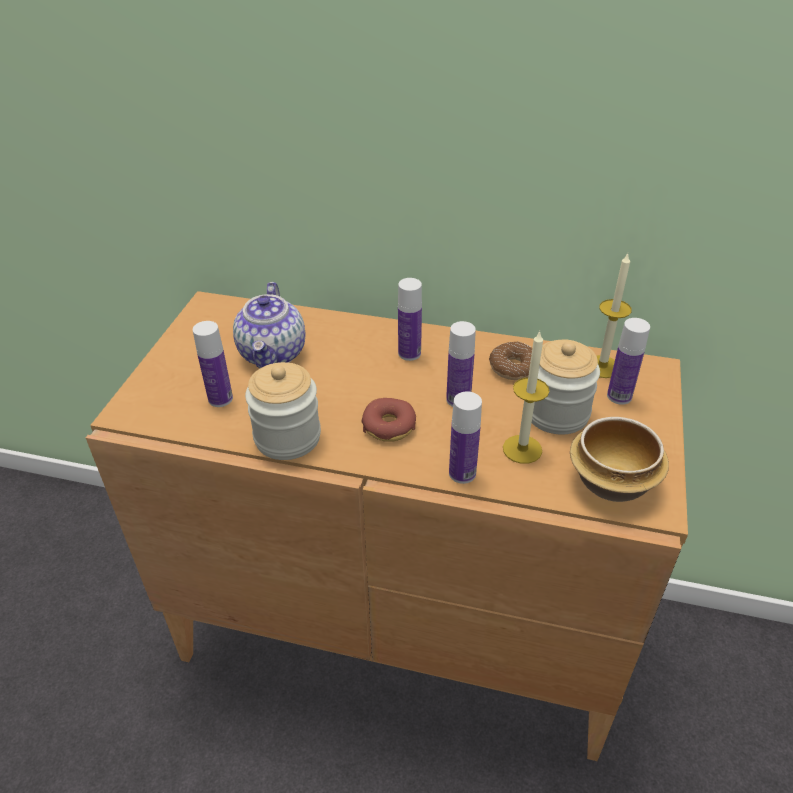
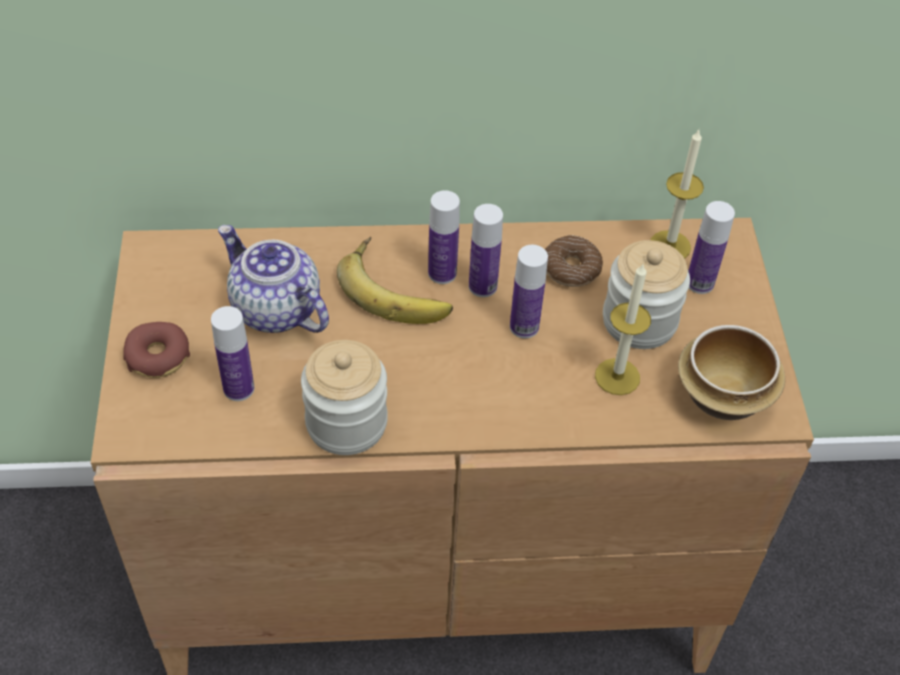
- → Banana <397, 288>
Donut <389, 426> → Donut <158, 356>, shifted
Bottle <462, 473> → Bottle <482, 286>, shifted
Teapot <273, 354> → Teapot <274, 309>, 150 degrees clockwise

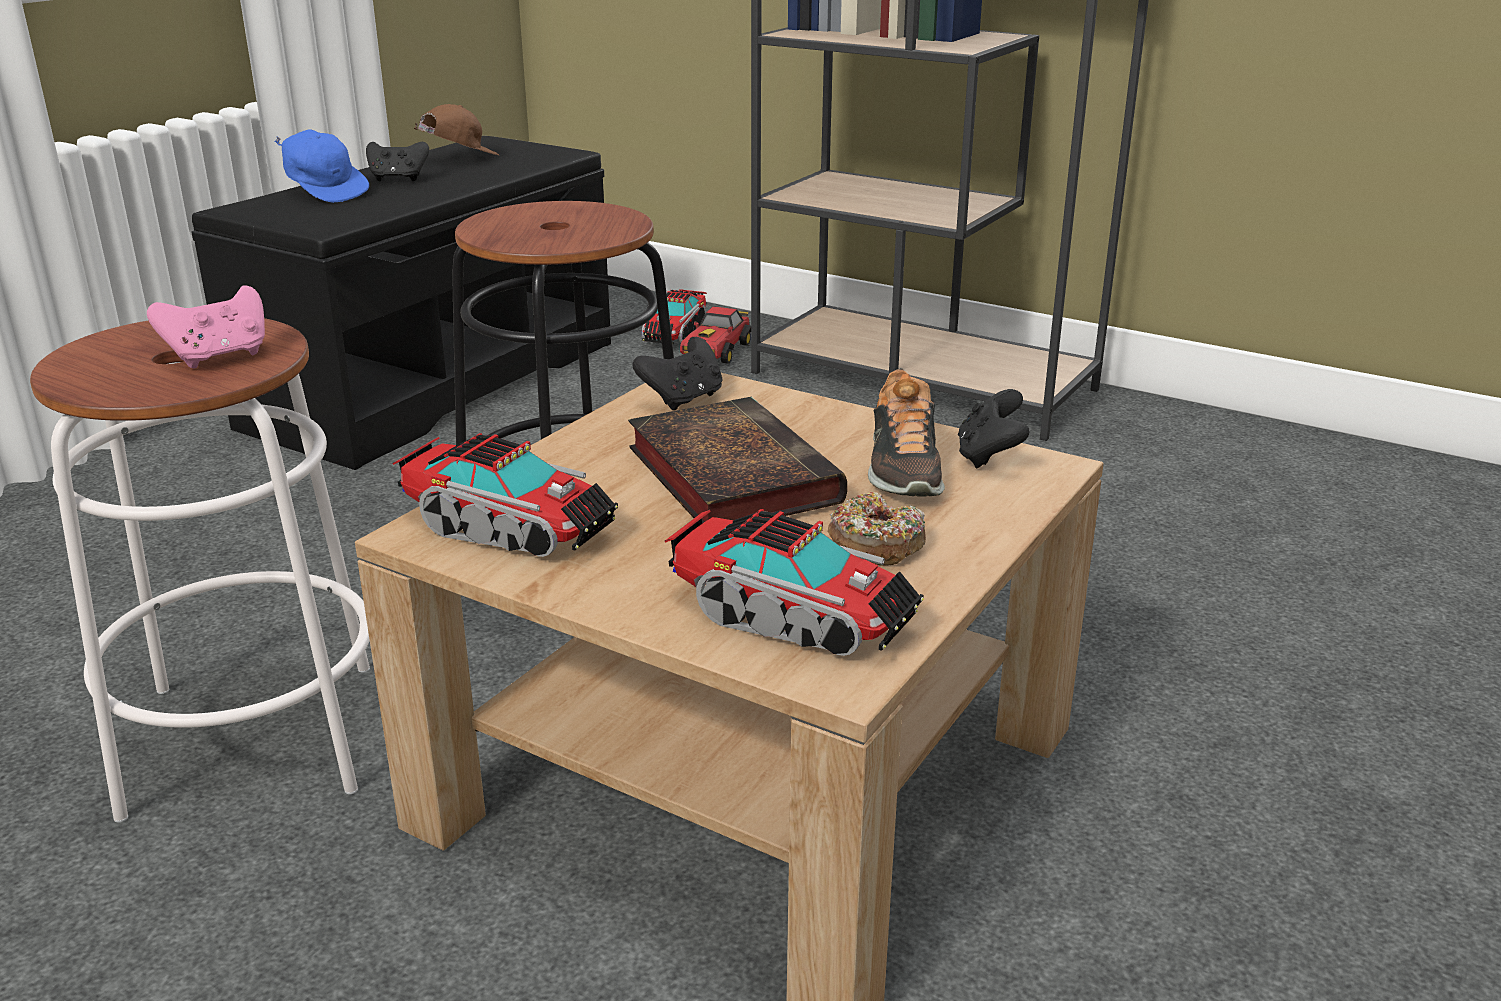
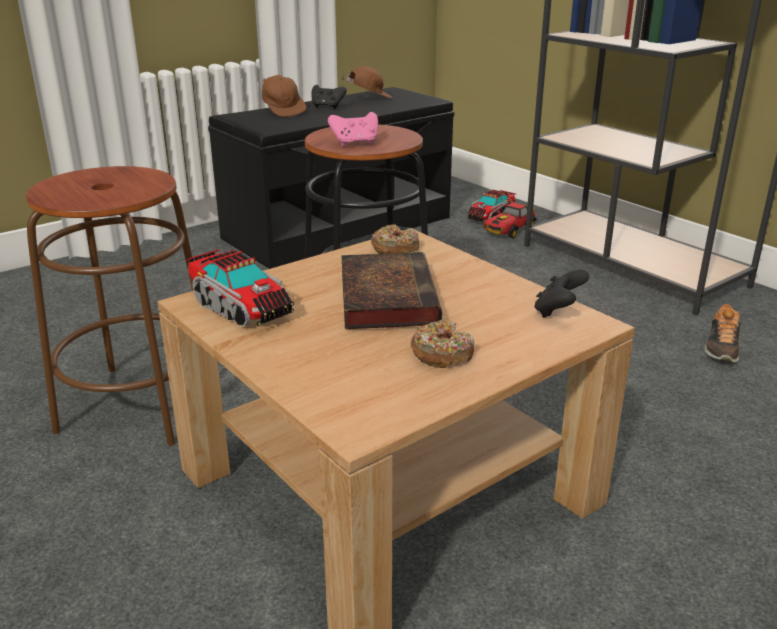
ToyTruck <790, 616> → -
PinkGameController <219, 357> → PinkGameController <355, 143>, shifted
Shoe <902, 469> → Shoe <721, 348>, shifted
BlackGameController <683, 399> → Donut <395, 249>
WhiteStool <252, 737> → BrownStool <139, 404>
BlueCap <325, 192> → BrownCap <283, 111>

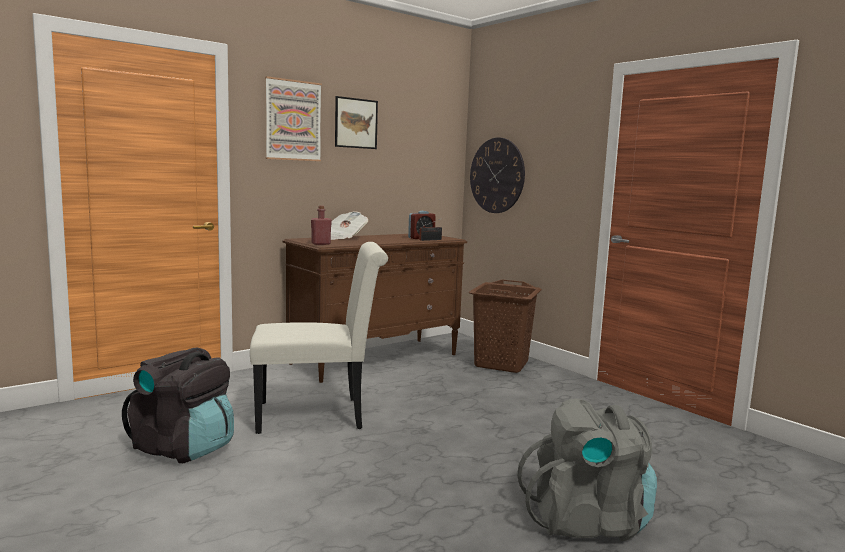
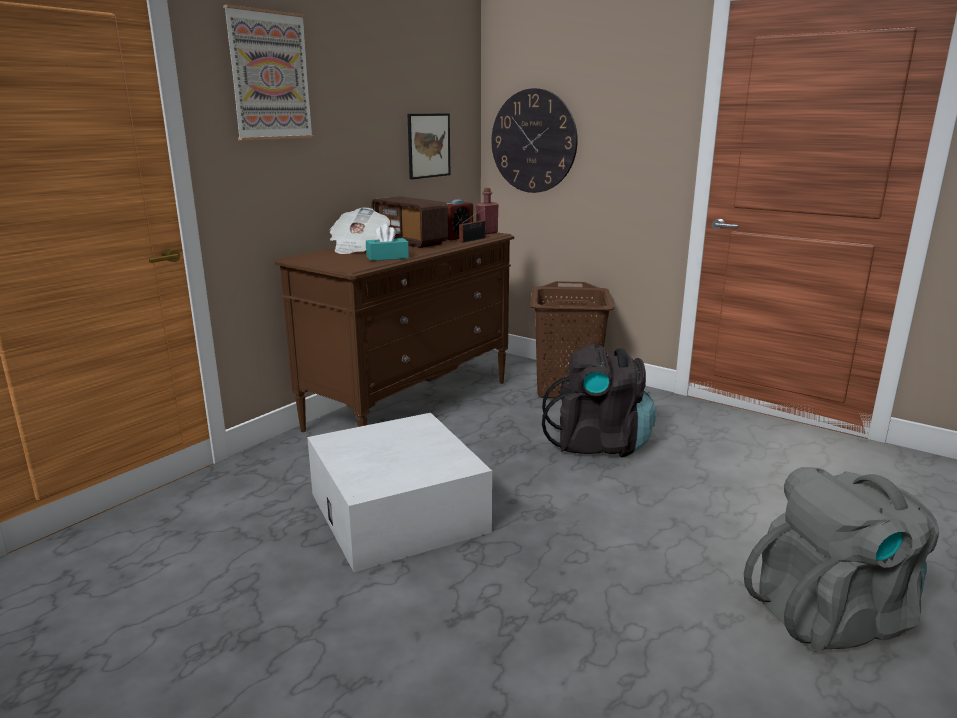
- → TurquoiseTissueBox <387, 257>
- → Radio <410, 242>
BlackBackpack <184, 448> → BlackBackpack <598, 444>, shifted
RedBottle <321, 244> → RedBottle <487, 233>, shifted
Picture <356, 123> → Picture <428, 145>, shifted
WhiteChair <318, 415> → WhiteStorageBox <398, 512>

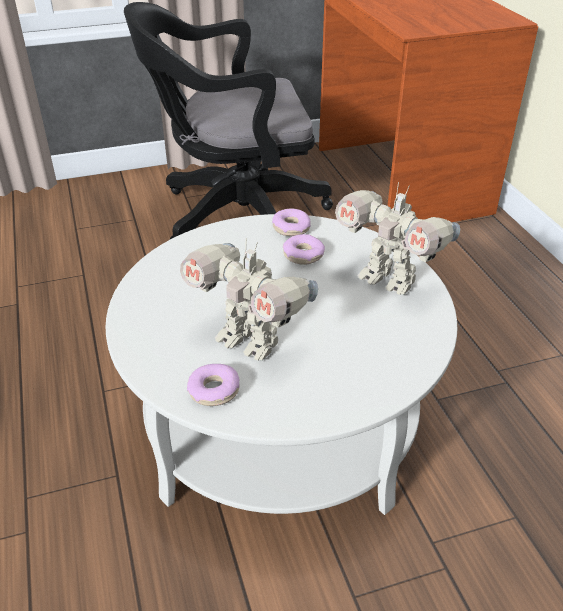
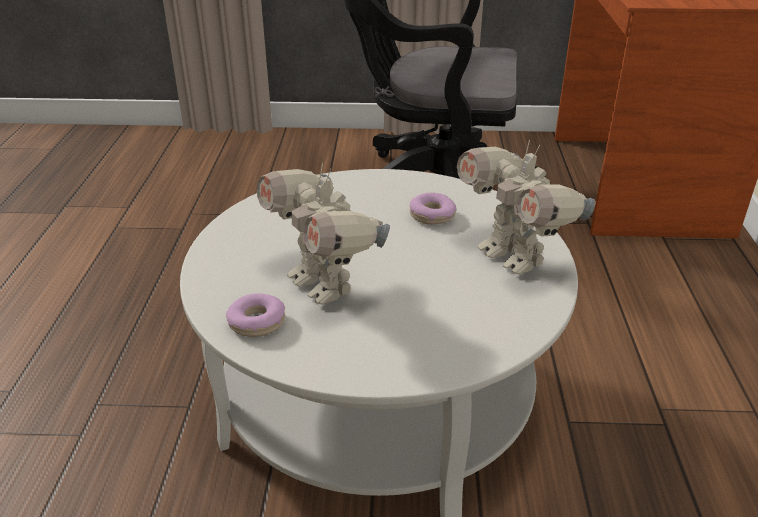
Donut <291, 228> → -

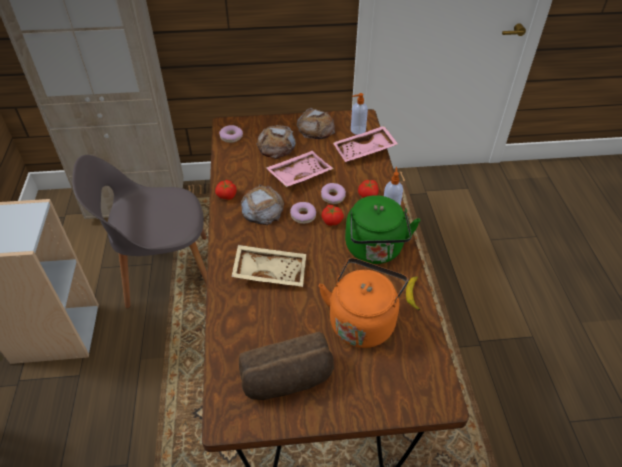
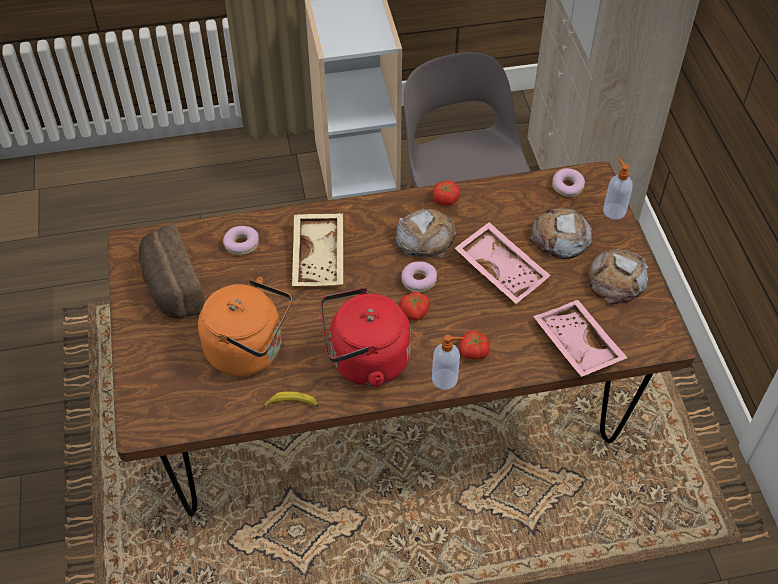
Donut <333, 197> → Donut <241, 244>, shifted
SoapDispenser <357, 130> → SoapDispenser <613, 210>, shifted
GreenKettle <375, 250> → RedKettle <364, 361>

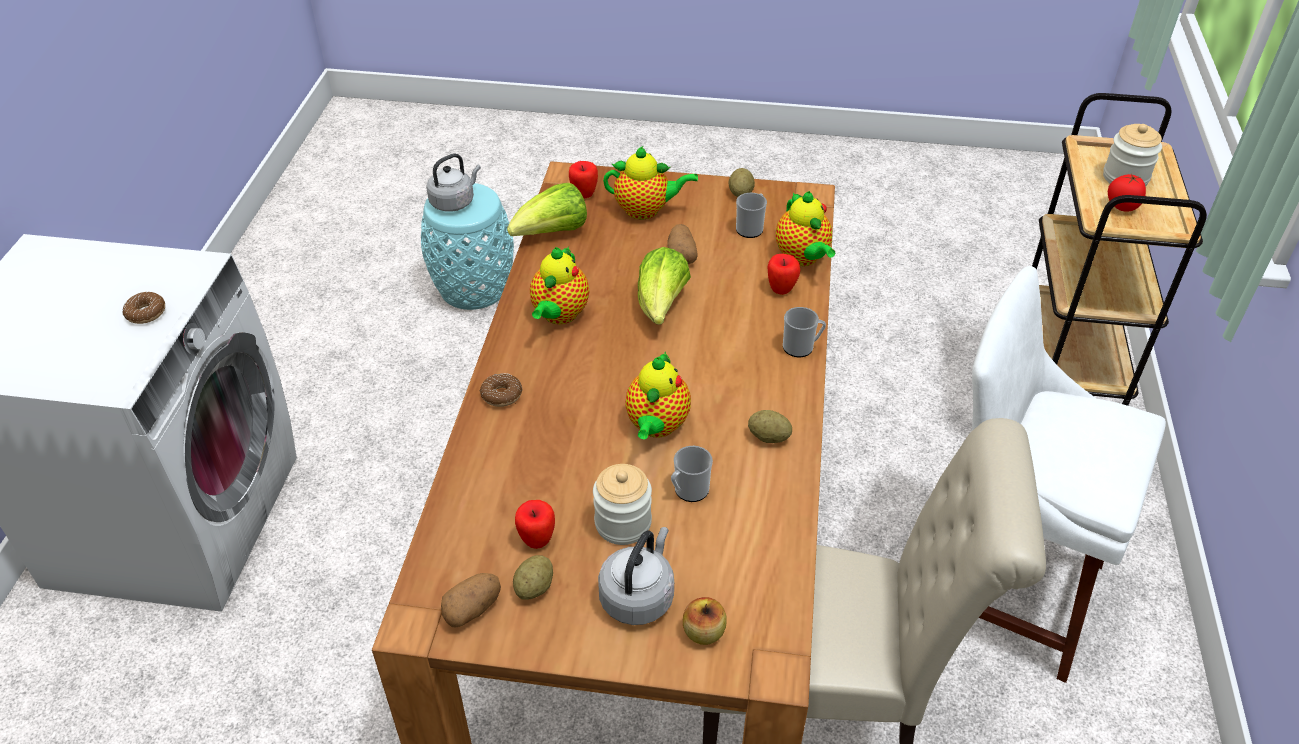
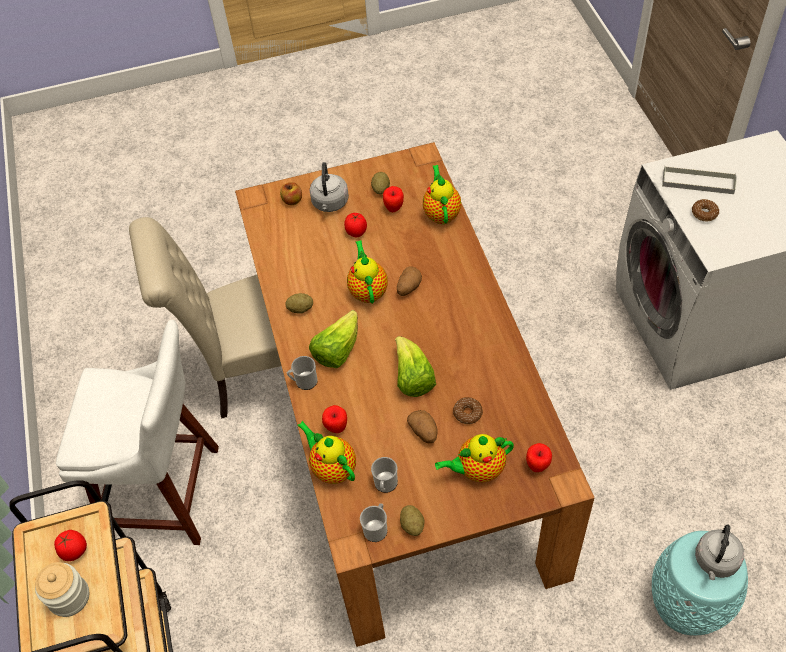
- → GreyTray <698, 182>
Potato <473, 609> → Potato <408, 287>, shifted
Donut <501, 395> → Donut <467, 413>, shifted
Lettuce <552, 233> → Lettuce <337, 350>, shifted
Teapot <559, 315> → Teapot <441, 213>, shifted
Mug <688, 491> → Mug <376, 528>, shifted
Jar <623, 523> → Tomato <356, 232>

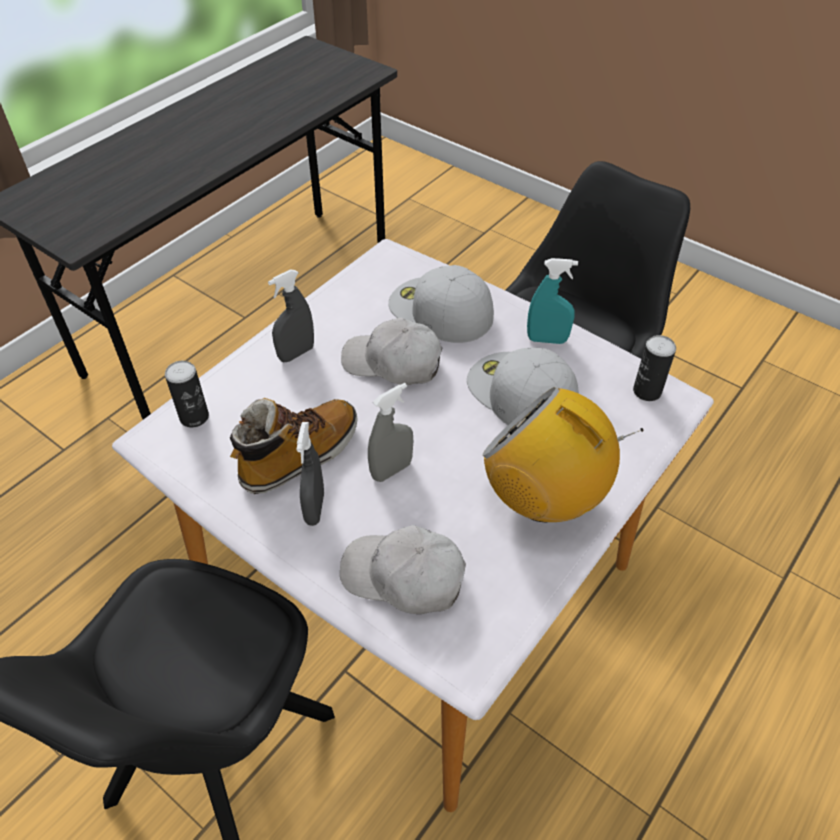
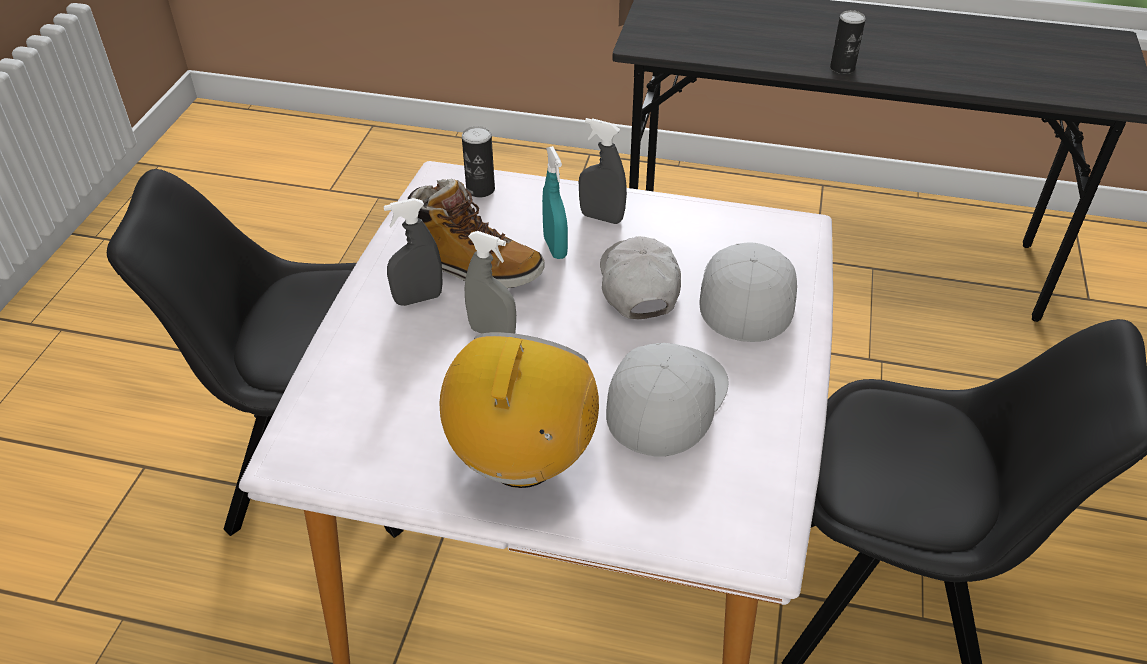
WhiteCap <404, 577> → -
TurquoiseSprayBottle <547, 339> → TurquoiseSprayBottle <555, 247>, shifted
Can <647, 391> → Can <842, 68>, shifted

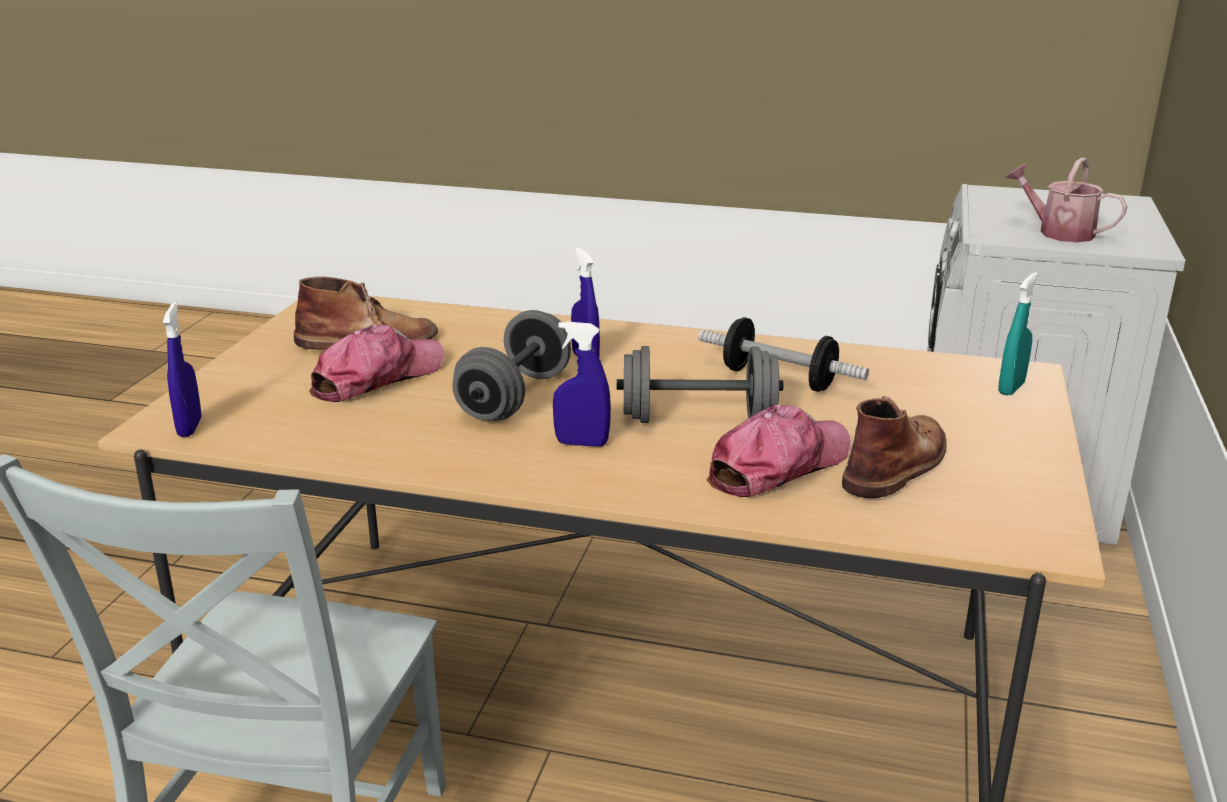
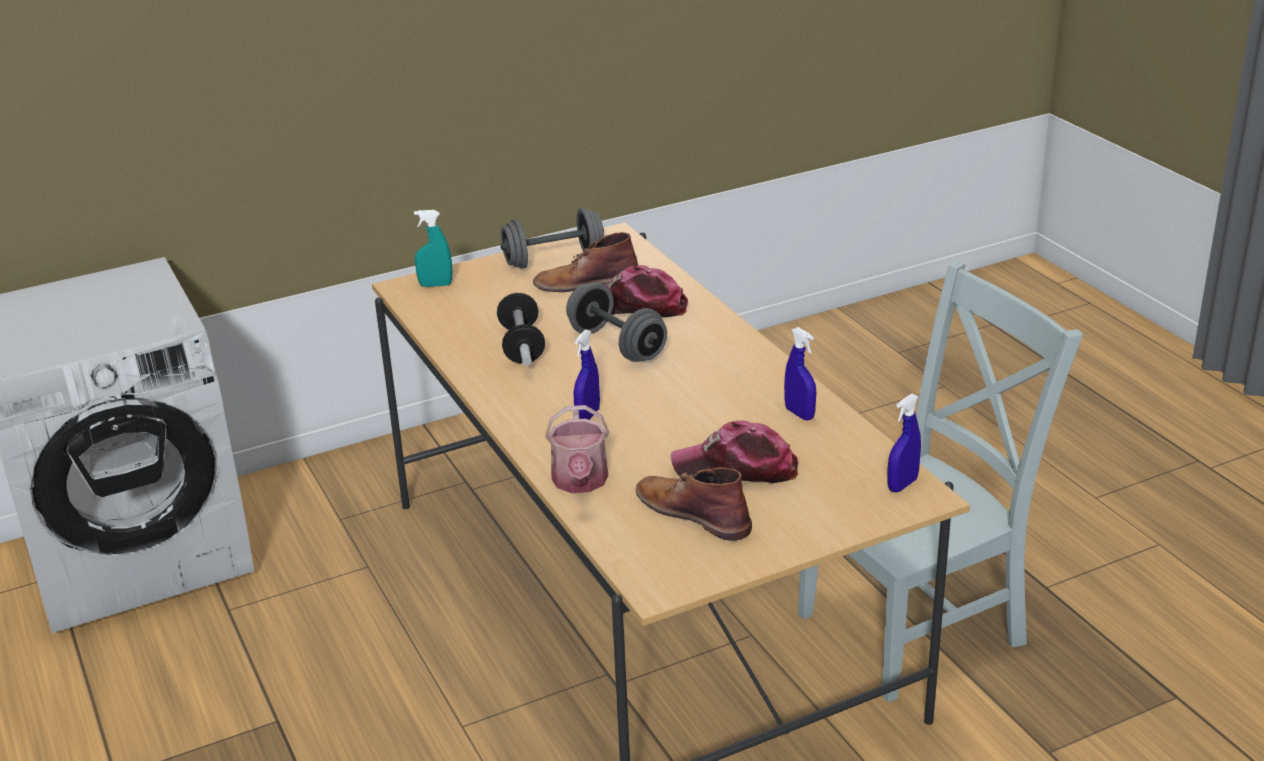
GreyDumbbell <515, 397> → GreyDumbbell <554, 260>, shifted
BlueSprayBottle <581, 443> → BlueSprayBottle <799, 414>, shifted
WateringCan <1058, 232> → WateringCan <580, 482>, shifted

